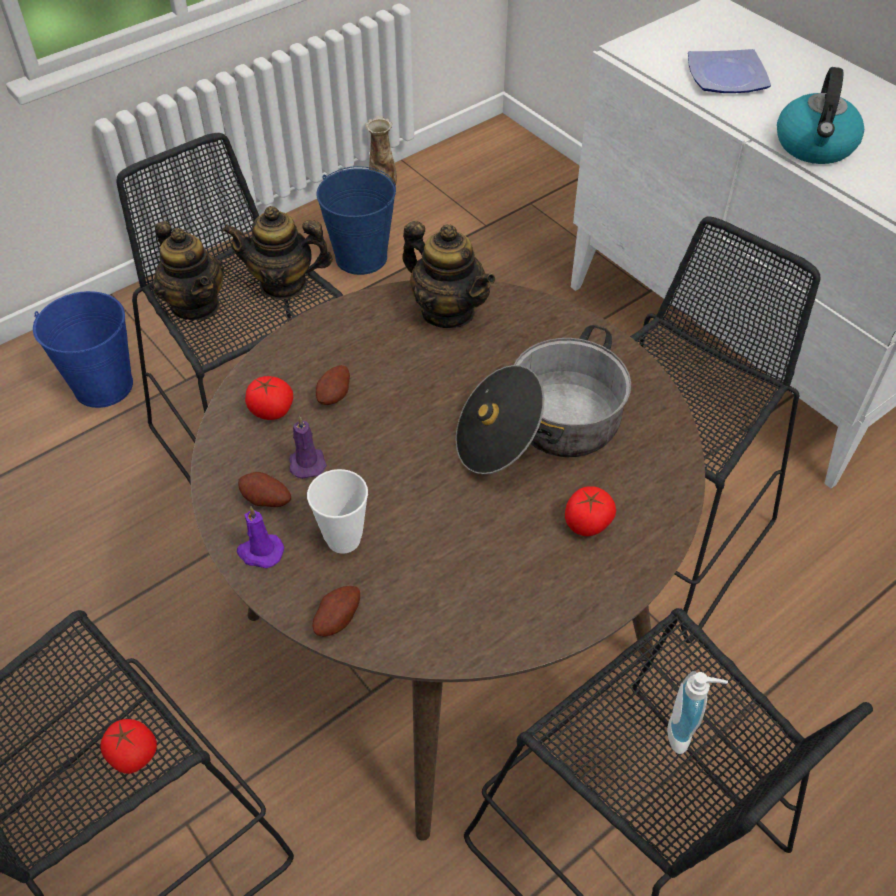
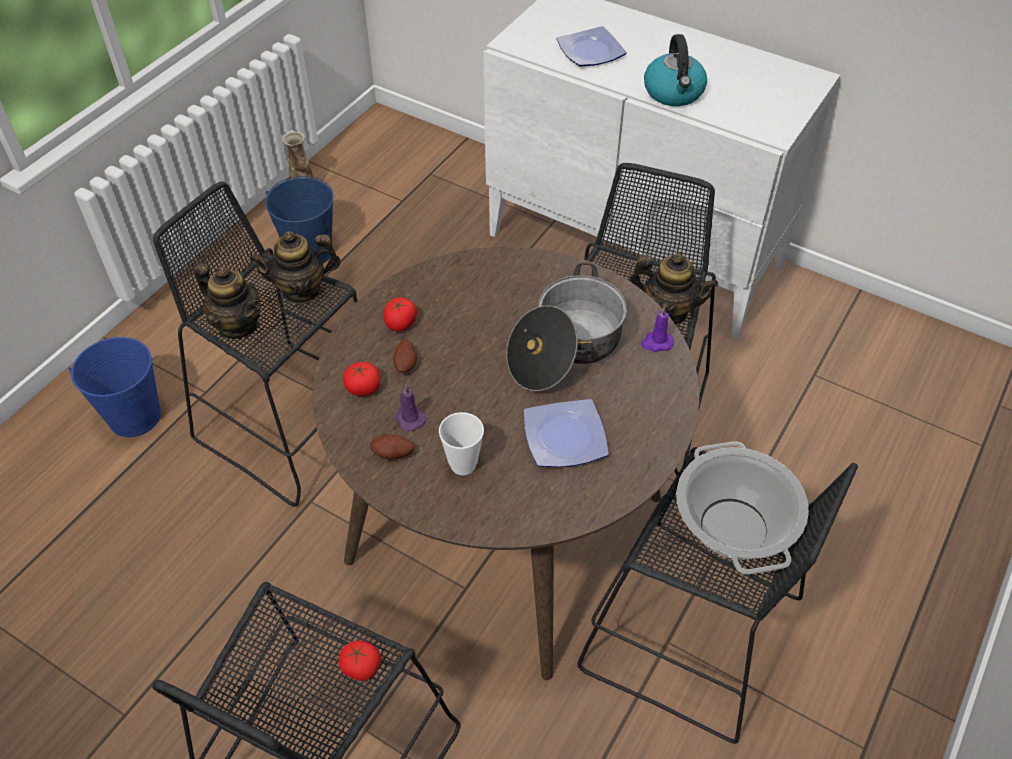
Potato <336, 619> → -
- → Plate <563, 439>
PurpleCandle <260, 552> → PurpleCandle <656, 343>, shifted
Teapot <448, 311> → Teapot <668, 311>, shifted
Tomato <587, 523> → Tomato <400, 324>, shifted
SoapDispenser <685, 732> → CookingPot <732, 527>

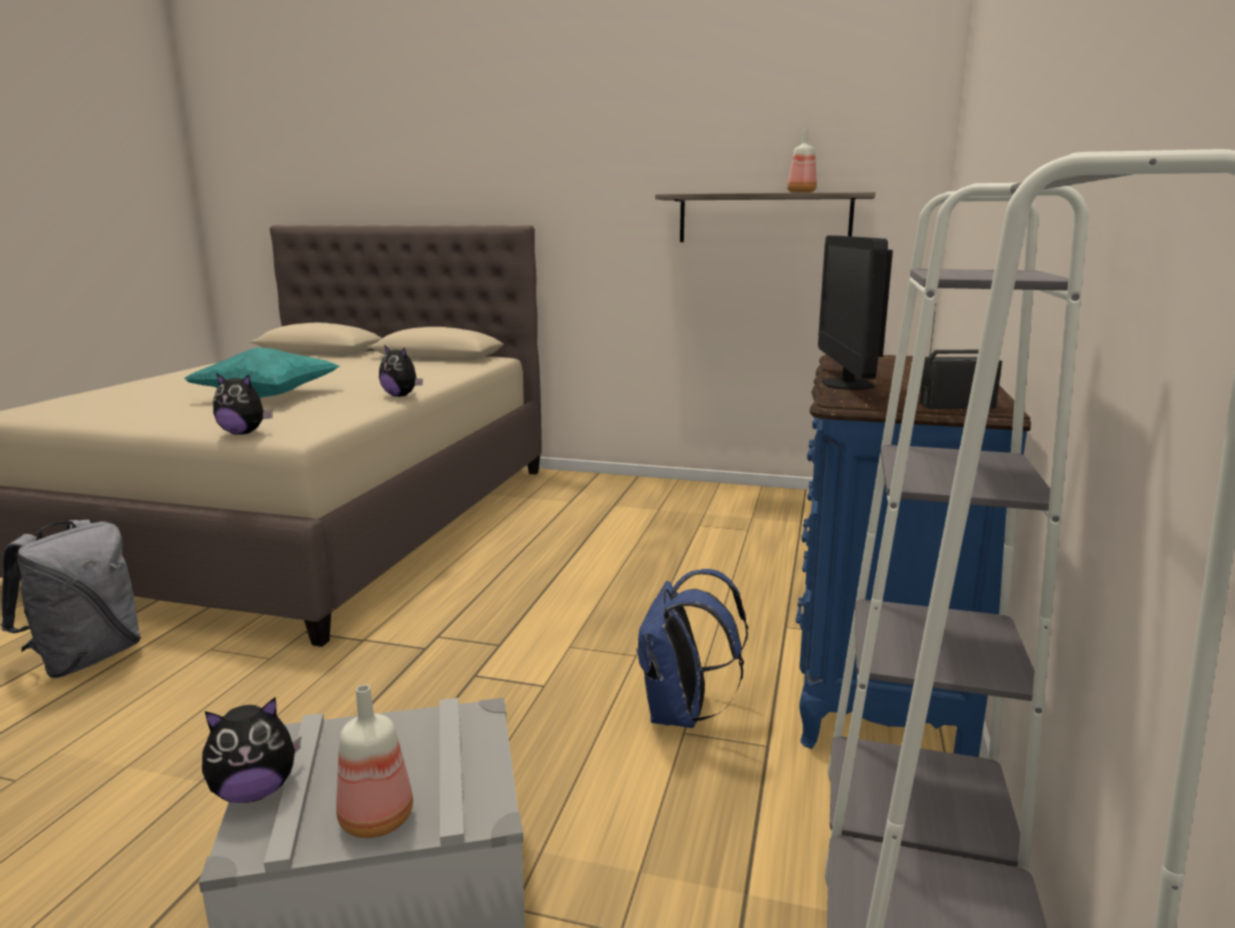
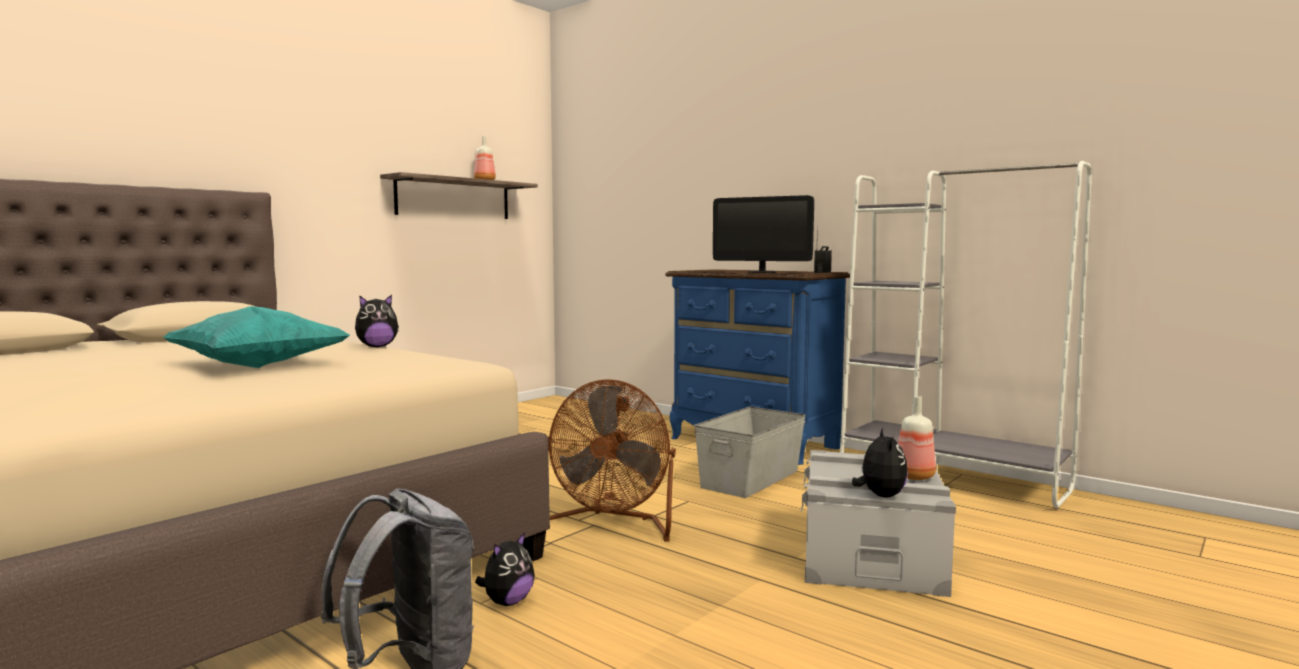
- → BrownFan <609, 521>
PlushToy <243, 433> → PlushToy <507, 602>, shifted
BlueBackpack <681, 714> → GreyStorageBox <751, 479>

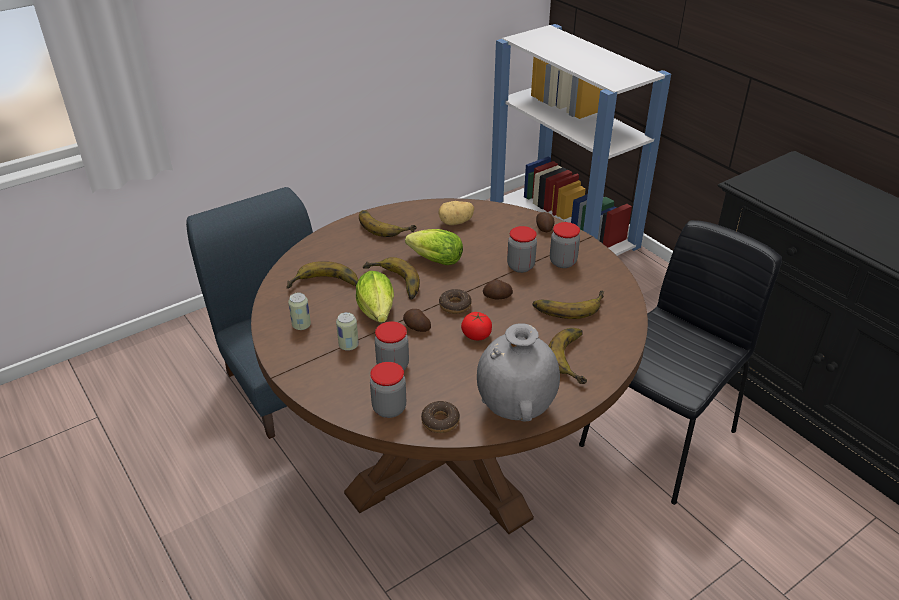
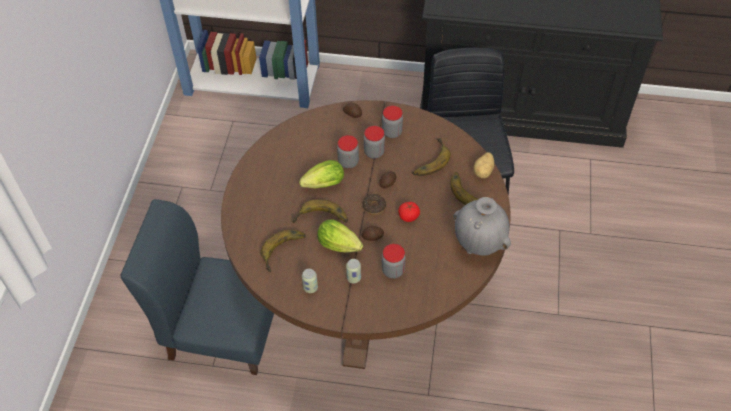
Banana <385, 225> → -
Donut <440, 421> → -
Jar <389, 408> → Jar <348, 162>, shifted
Potato <456, 222> → Potato <484, 171>, shifted

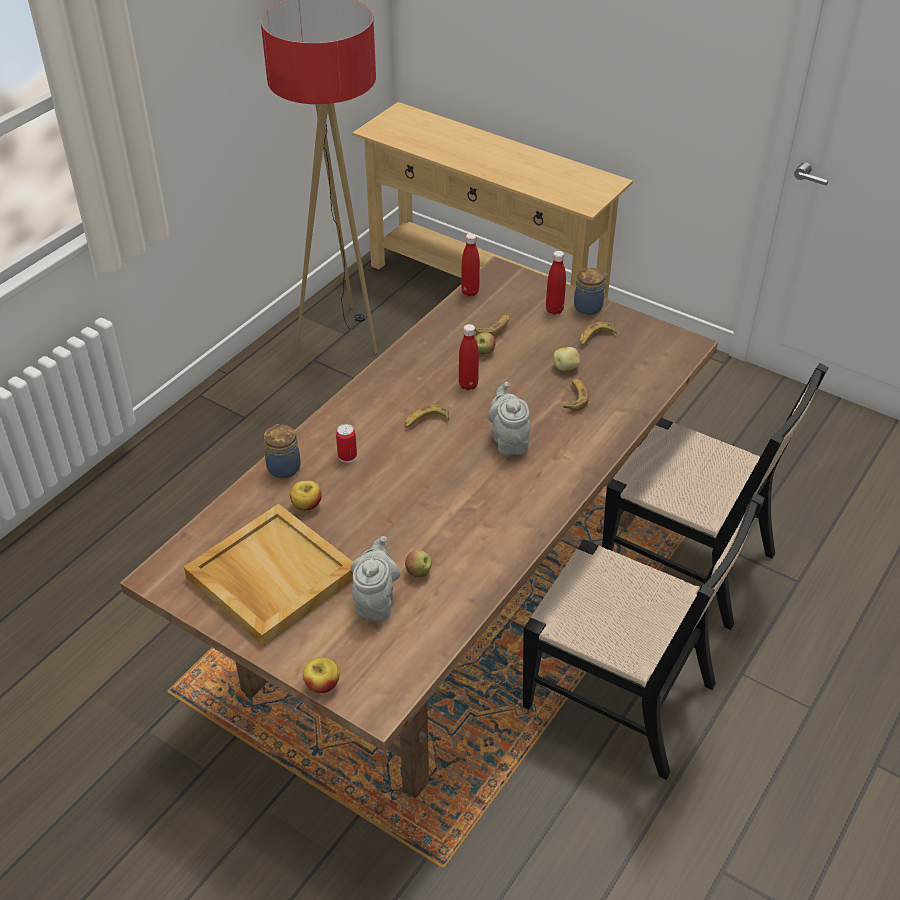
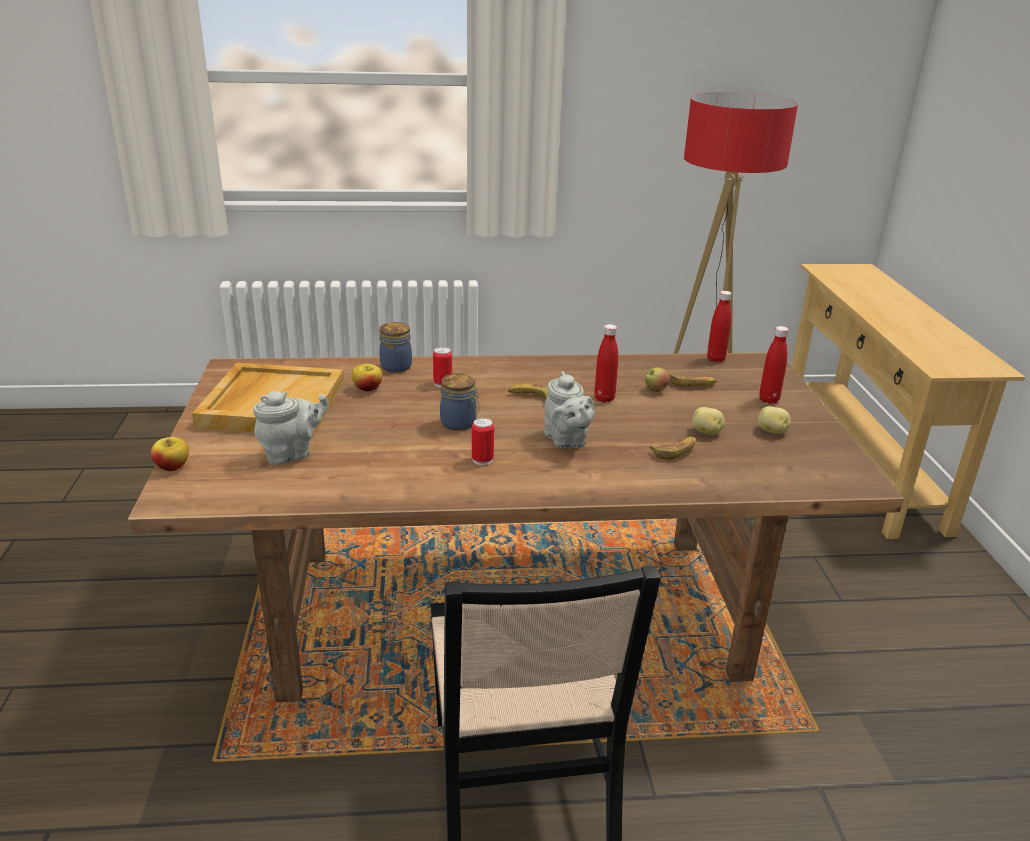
Apple <419, 572> → -
Chair <687, 563> → -
- → Can <482, 459>
Jar <589, 307> → Jar <460, 424>, shifted
Banana <595, 338> → Potato <772, 431>
GreyTeapot <509, 441> → GreyTeapot <566, 441>, 120 degrees clockwise

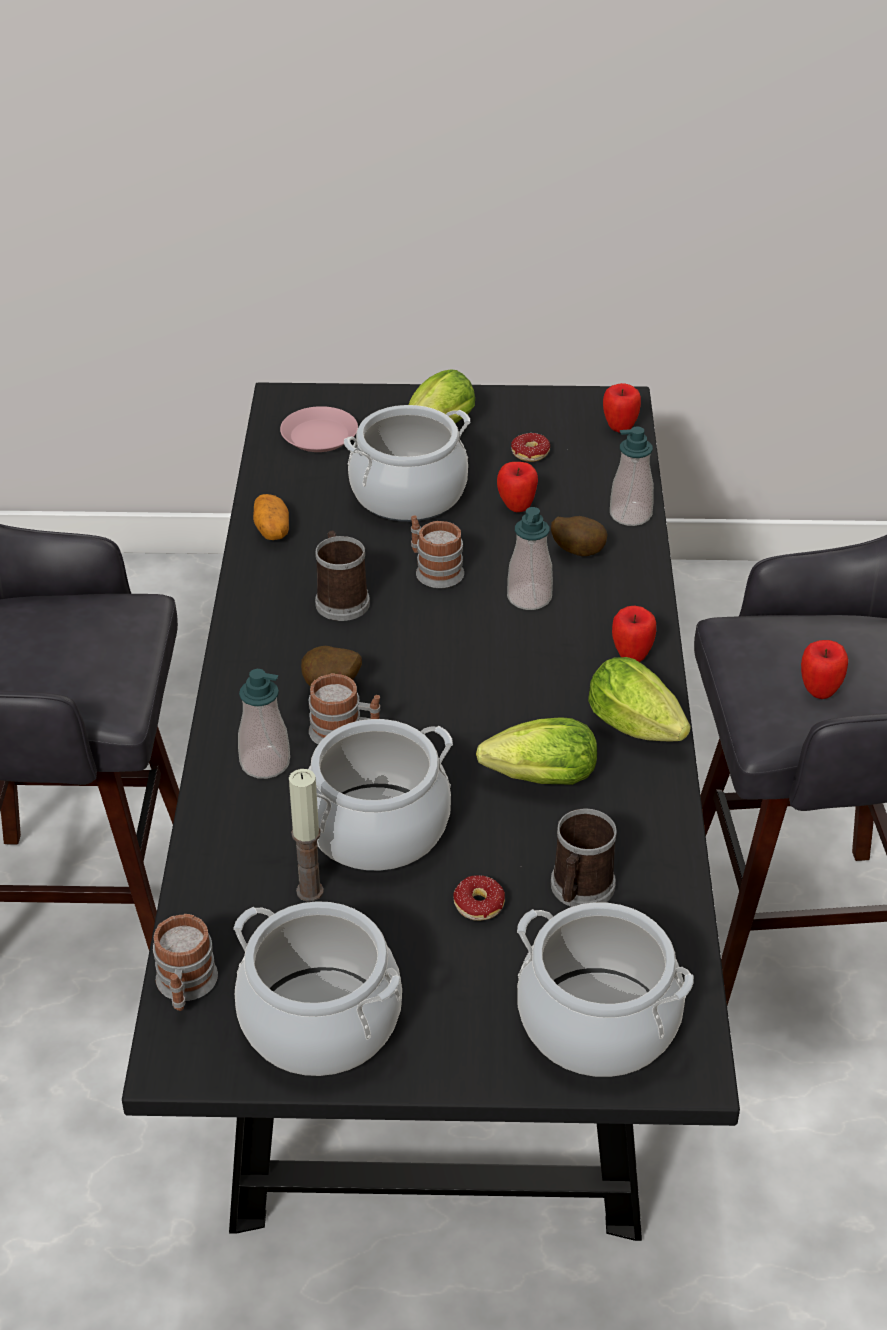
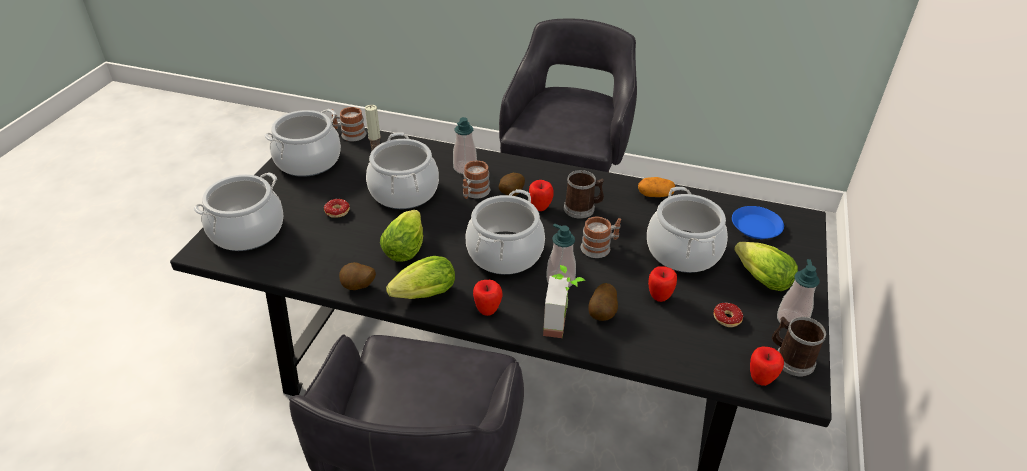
- → Potato <358, 287>
- → CookingPot <504, 253>
- → PottedPlant <563, 323>
Mug <579, 890> → Mug <790, 358>, shifted
SoapDispenser <630, 515> → SoapDispenser <791, 320>, shifted
Apple <819, 691> → Apple <540, 207>, shifted
PinkPlate <319, 436> → BluePlate <756, 226>

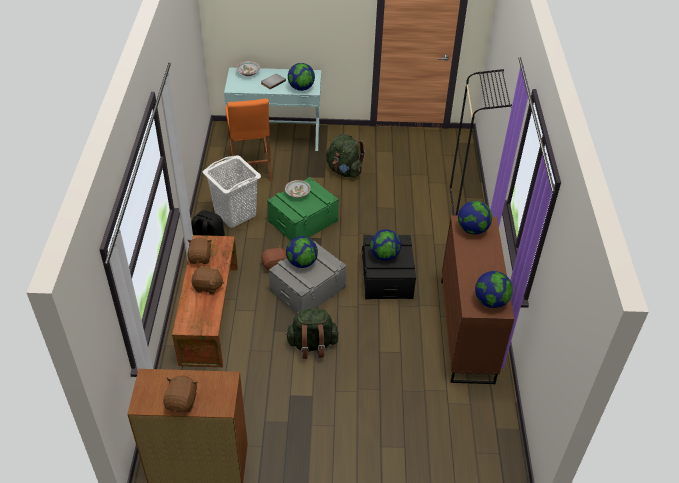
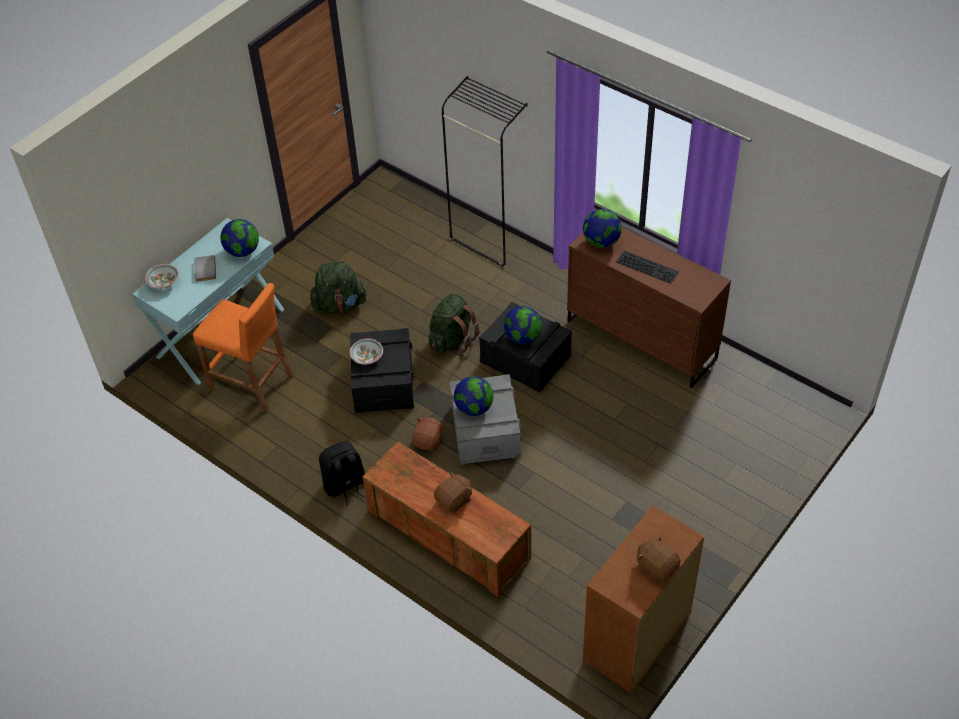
BrownPlushToy <200, 258> → -
WhiteLaundryBasket <235, 213> → -
Globe <491, 301> → -
- → Keyboard <648, 266>
GreenBackpack <312, 345> → GreenBackpack <452, 340>, shifted
GreenStorageBox <303, 221> → BlackStorageBox <383, 382>

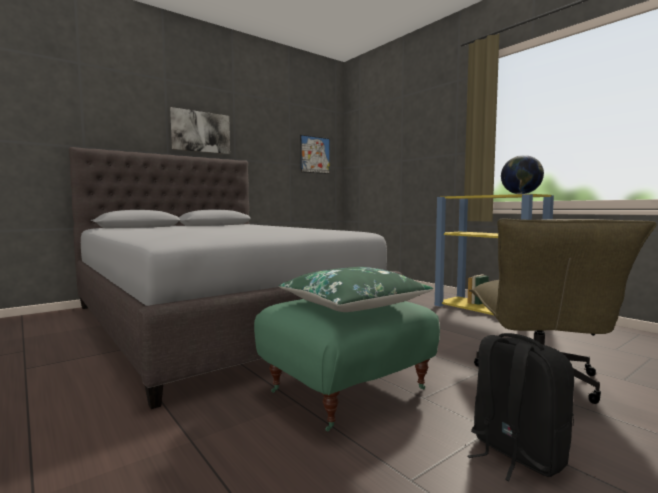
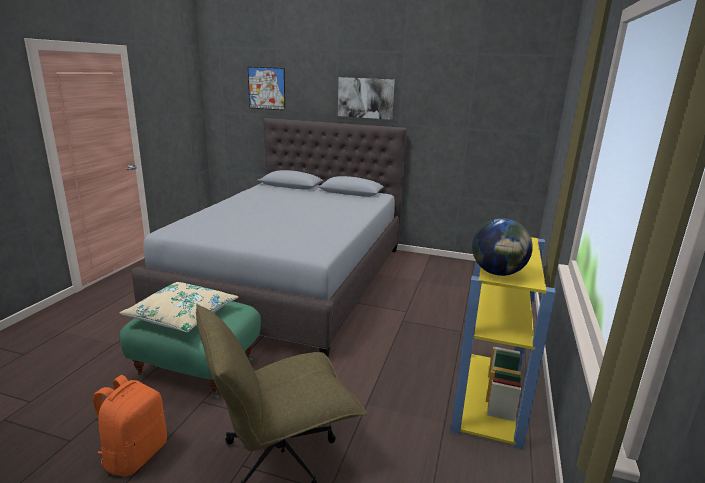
Picture <315, 155> → Picture <266, 88>, shifted
GreenPillow <353, 304> → BeigePillow <182, 315>
BlackBackpack <515, 454> → OrangeBackpack <135, 455>

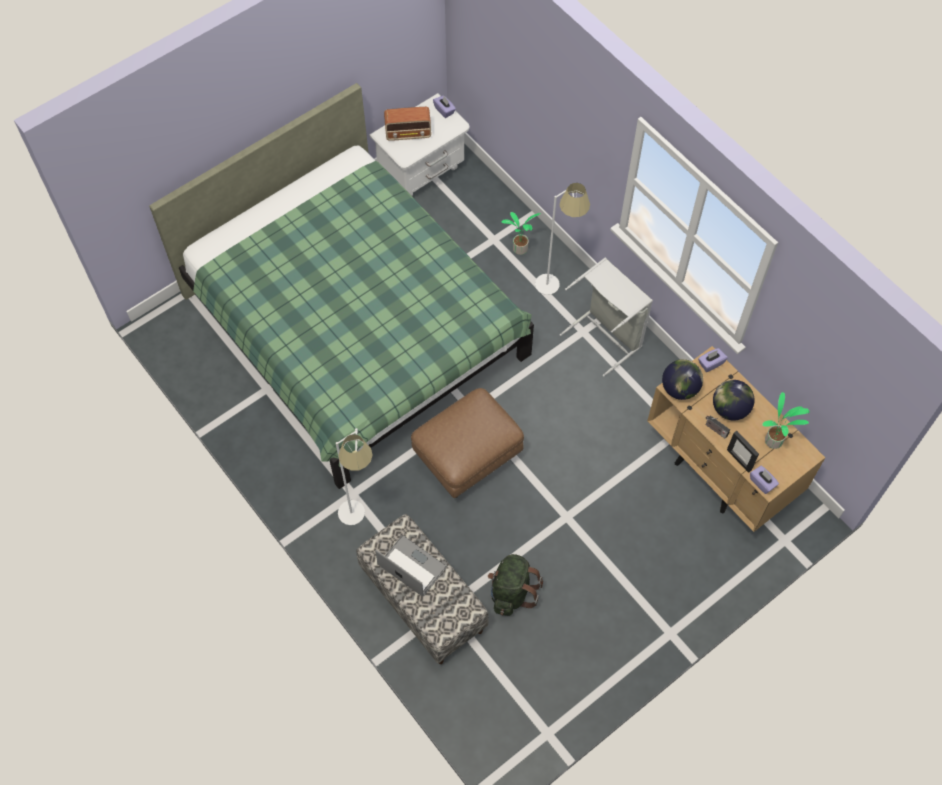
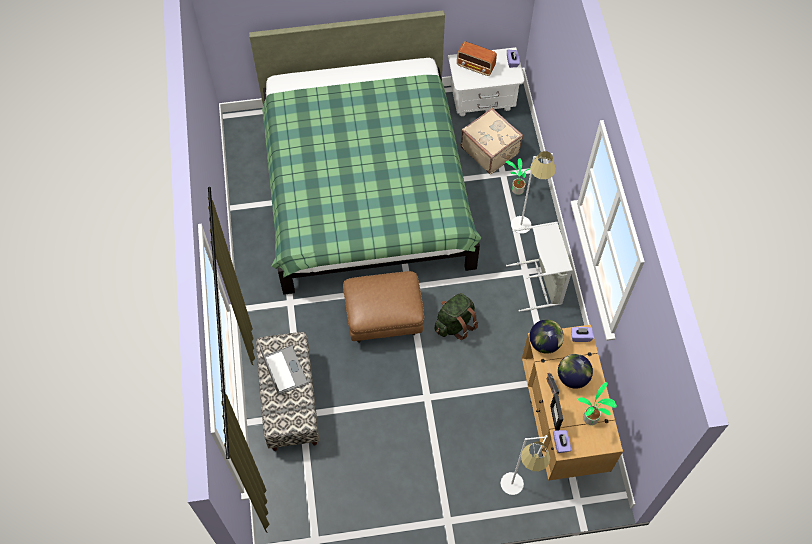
- → BeigeSuitcase <490, 150>
WhiteFloorLamp <361, 519> → WhiteFloorLamp <517, 493>, shifted
GreenBackpack <511, 591> → GreenBackpack <455, 324>, shifted

